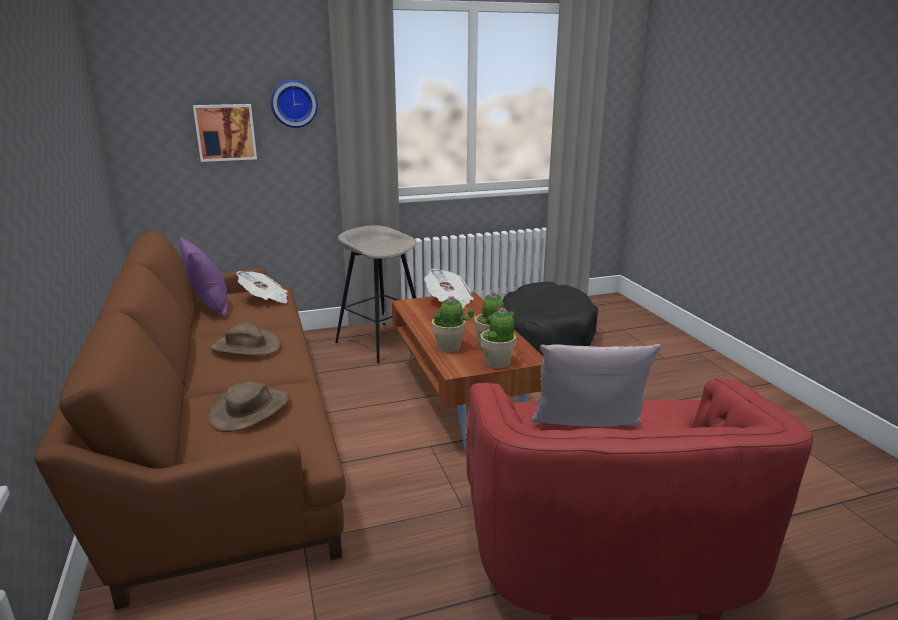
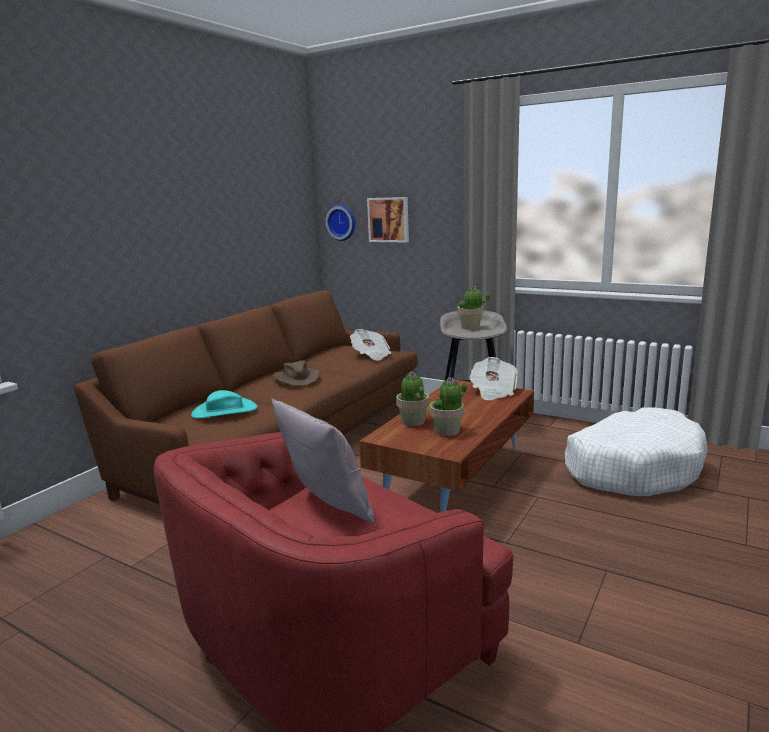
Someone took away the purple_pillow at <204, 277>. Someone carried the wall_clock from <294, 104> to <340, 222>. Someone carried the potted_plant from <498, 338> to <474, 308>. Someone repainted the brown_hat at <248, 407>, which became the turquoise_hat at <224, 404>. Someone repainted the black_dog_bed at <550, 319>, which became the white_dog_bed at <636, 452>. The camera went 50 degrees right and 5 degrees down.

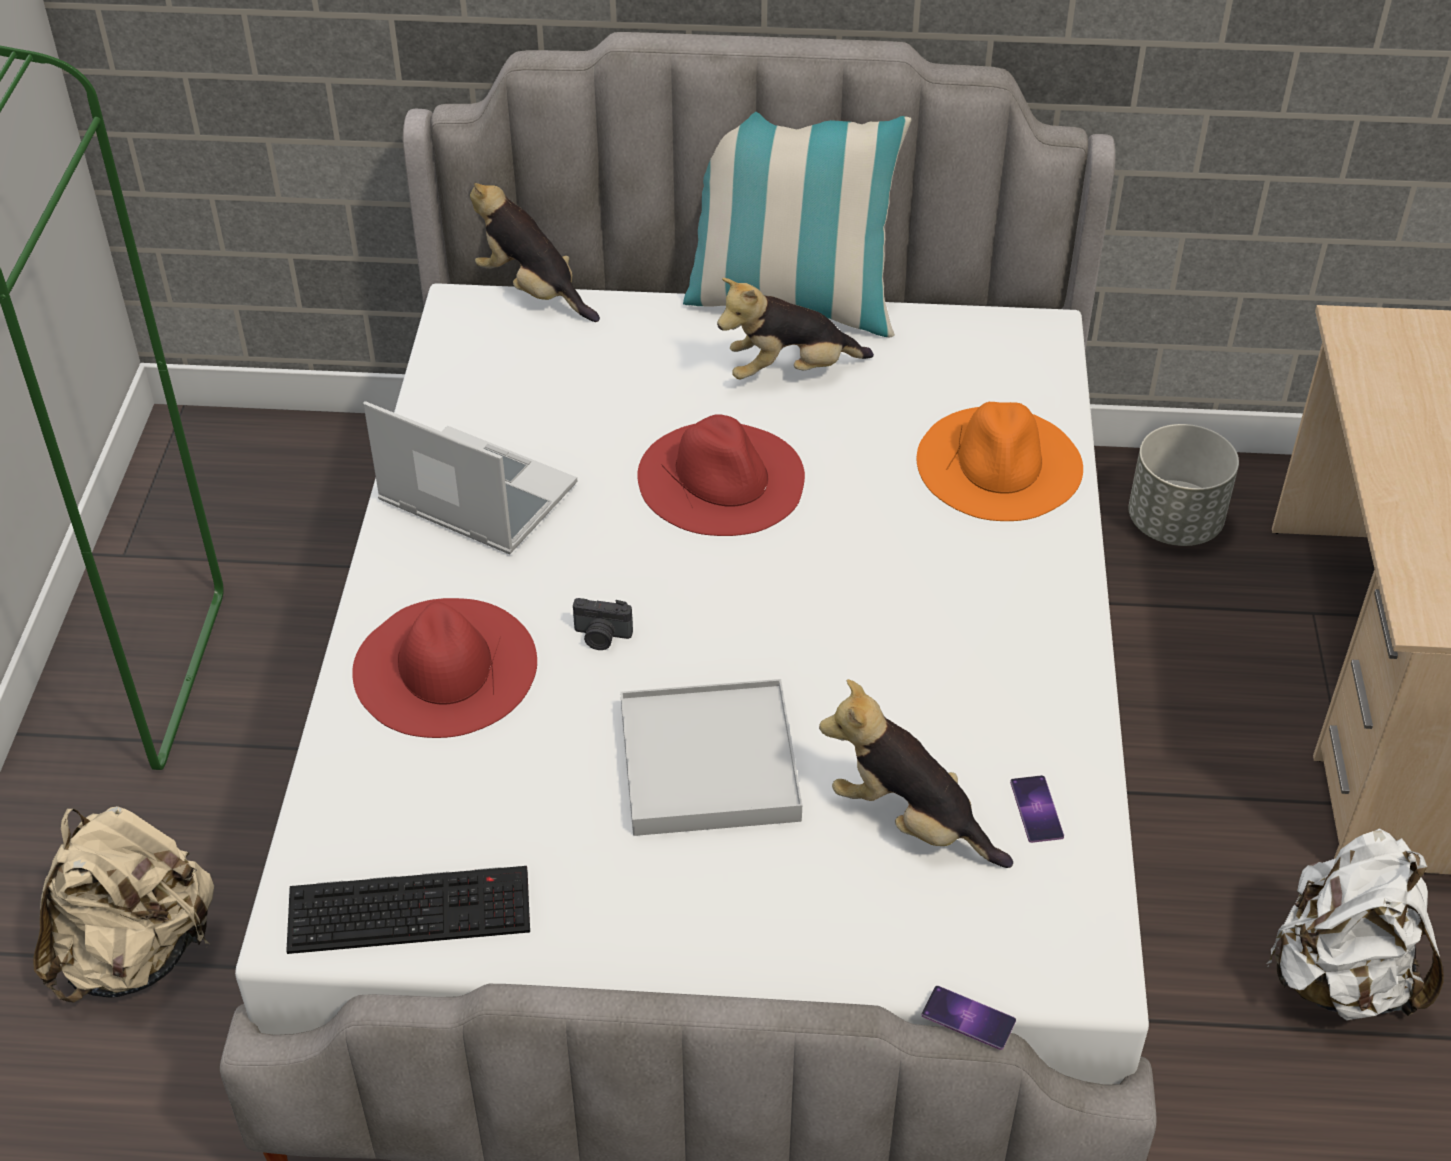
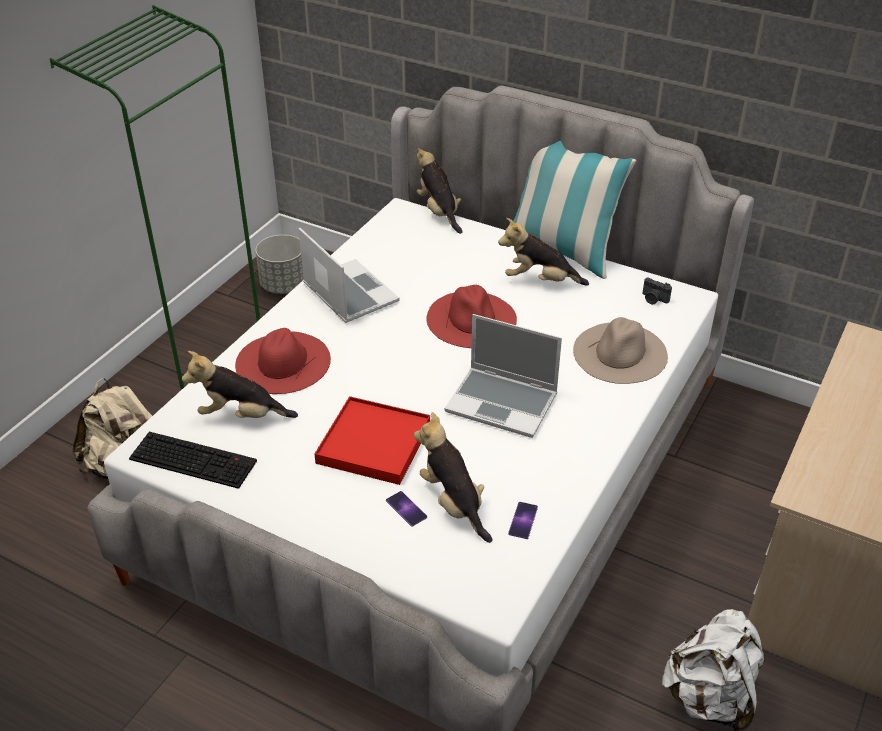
Someone put down the plush_toy at <240, 384>. Someone put down the laptop at <503, 376>. Someone carried the photo_camera from <603, 624> to <657, 291>. Someone carried the phone from <968, 1018> to <406, 509>. Someone carried the grey_planter from <1184, 485> to <280, 264>. Someone repainted the white_tray at <711, 757>, which became the red_tray at <372, 440>. Someone repainted the orange_hat at <1000, 461>, which became the beige_hat at <620, 350>. The camera went 25 degrees right and 5 degrees down.

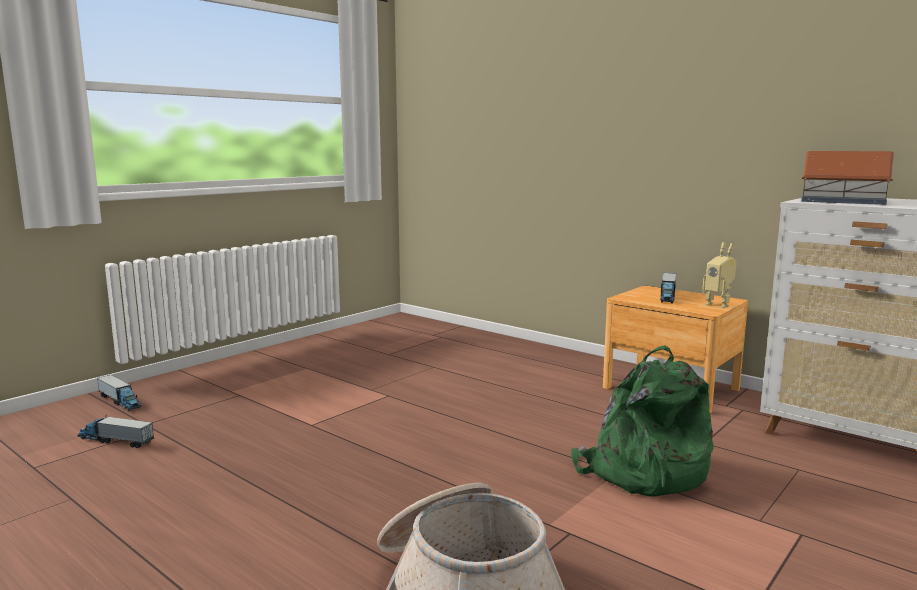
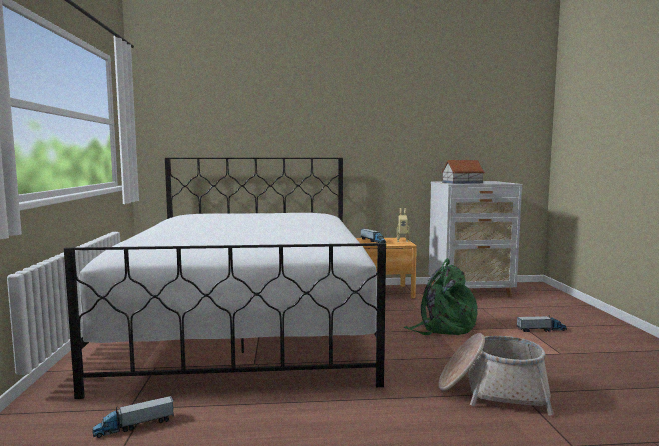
Someone put down the white_bed at <225, 278>. Someone carried the toy_truck from <119, 393> to <542, 323>. The camera went 45 degrees left and 5 degrees down.

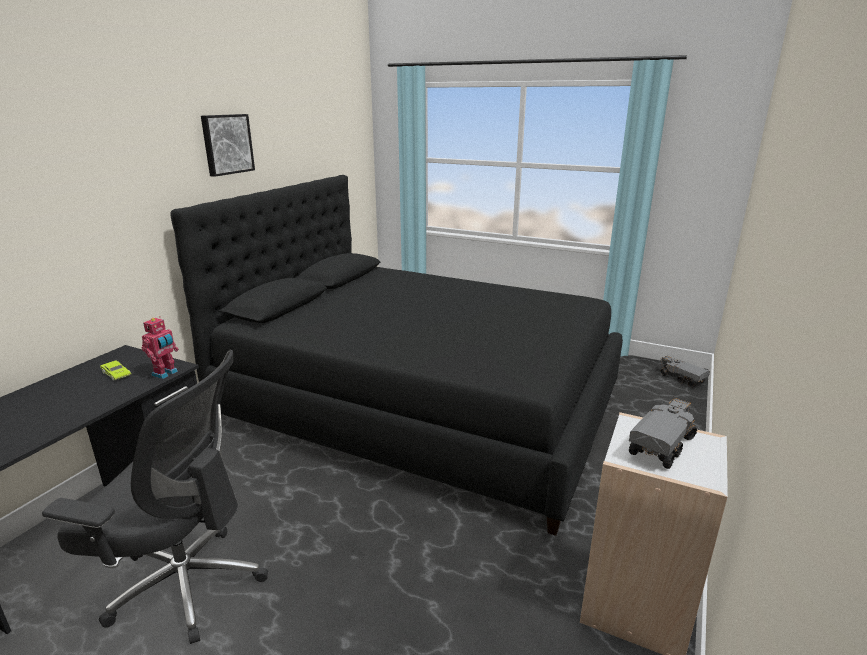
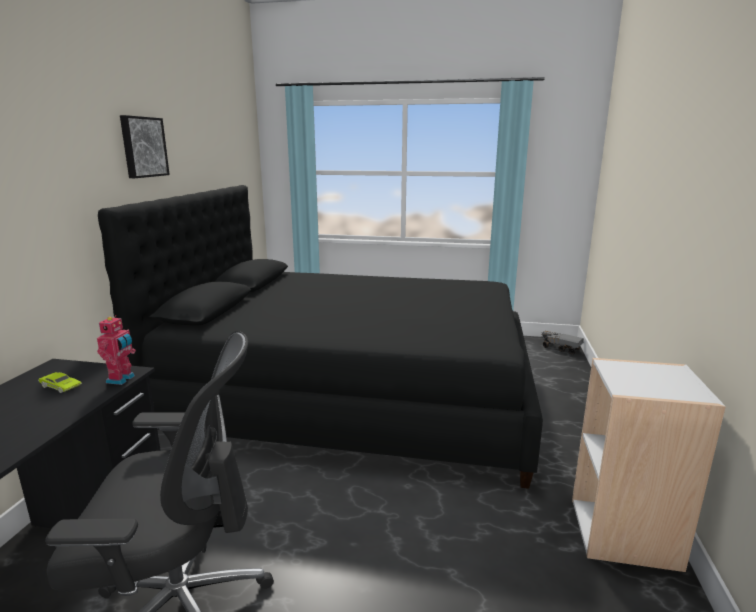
Someone took away the toy_truck at <663, 432>. The camera went 15 degrees left and 5 degrees down.

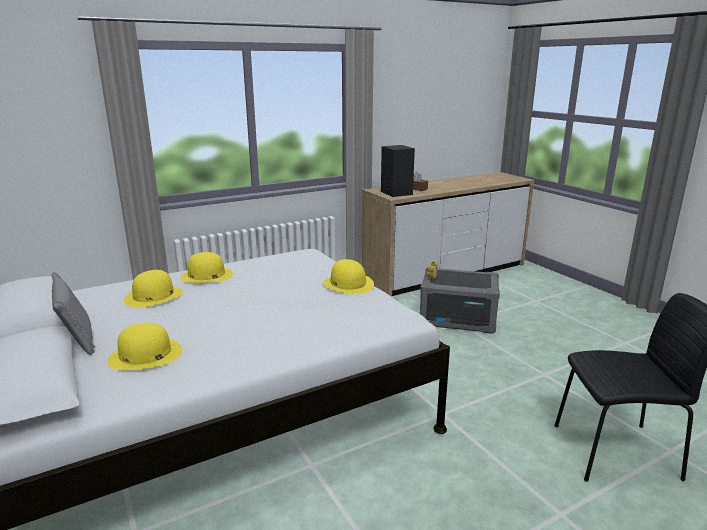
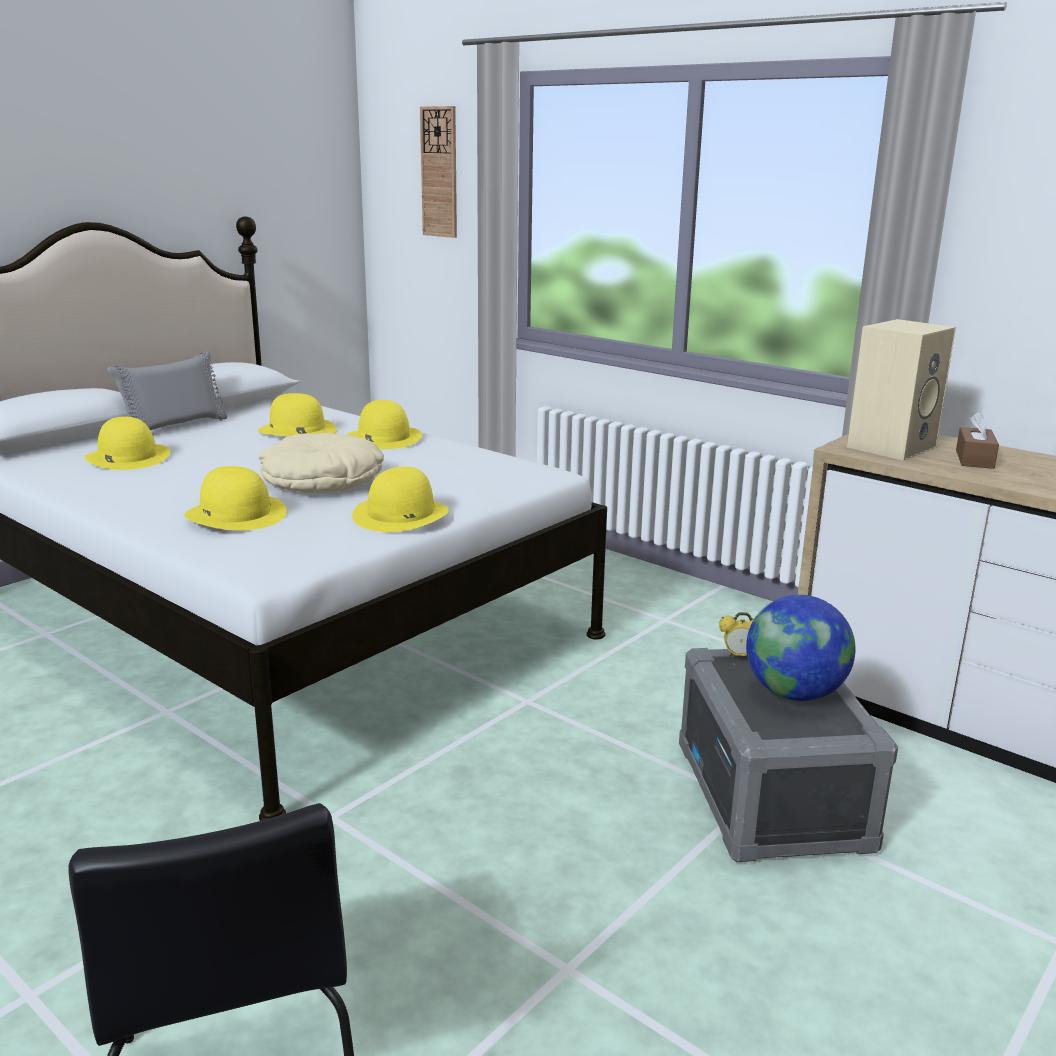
Someone put down the yellow_hat at <235, 498>. Someone put down the beige_pillow at <321, 463>. Someone put up the wall_clock at <438, 172>. Someone put down the globe at <800, 648>. Someone repainted the black_speaker at <398, 171>, which became the beige_speaker at <901, 390>. The camera went 70 degrees right and 0 degrees up.

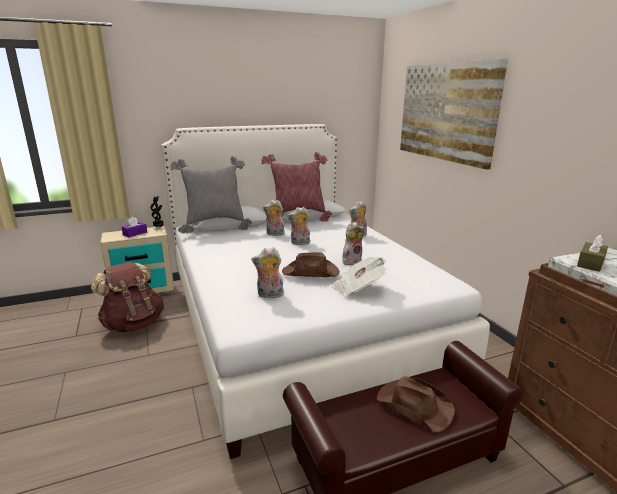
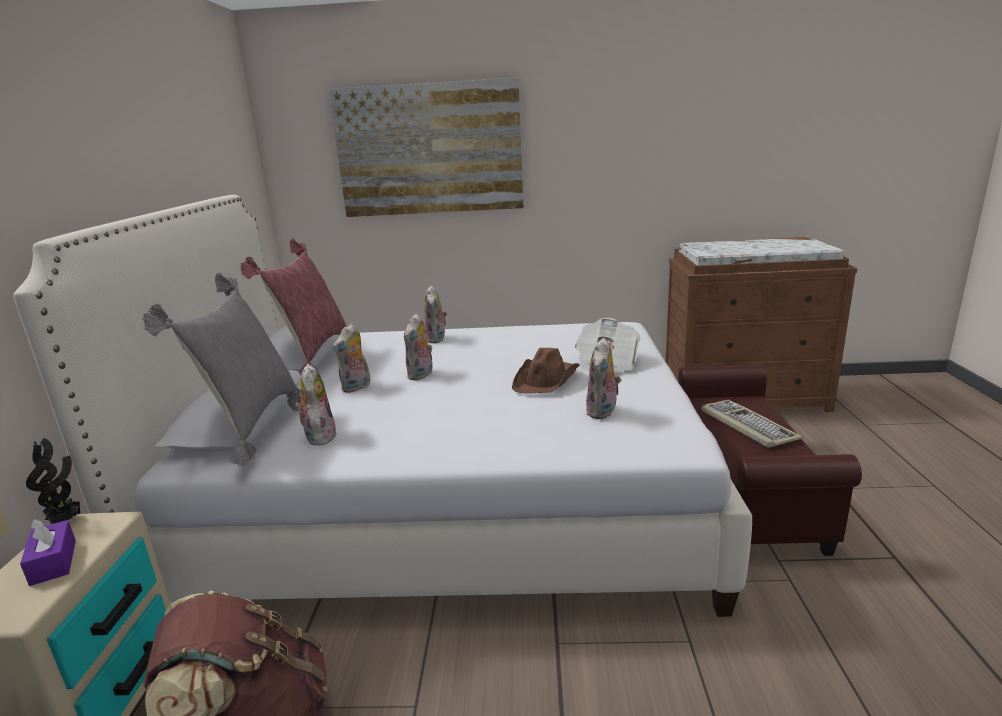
Someone took away the brown_tissue_box at <592, 253>. Someone carried the plush_toy from <353, 243> to <316, 404>. Someone swapped the brown_hat at <416, 404> for the keyboard at <752, 424>. The camera went 65 degrees left and 0 degrees up.

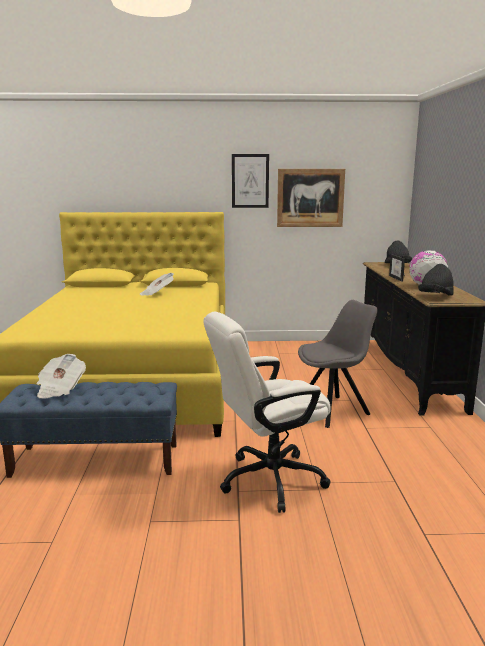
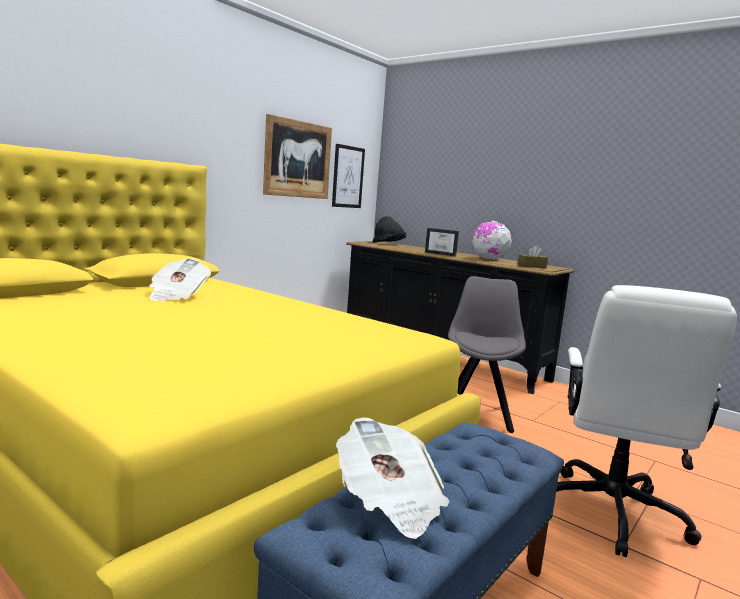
Someone carried the picture from <250, 181> to <348, 176>. Someone swapped the black_hat at <436, 280> for the brown_tissue_box at <532, 256>. The camera went 50 degrees left and 5 degrees down.

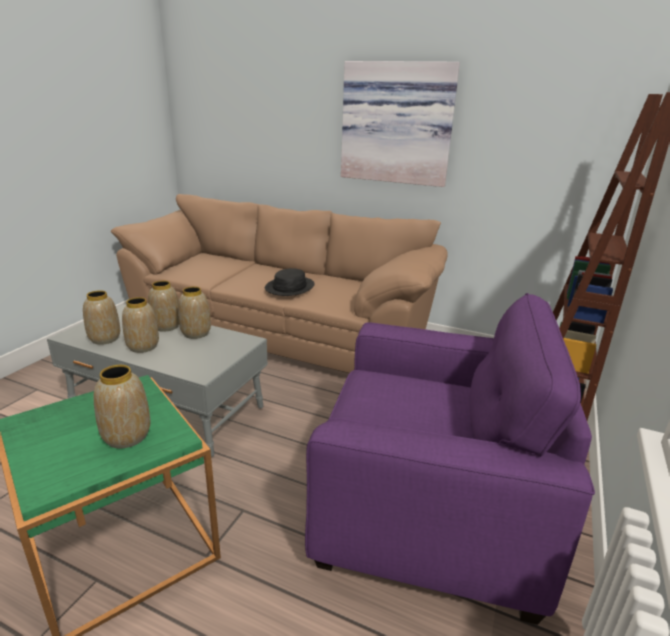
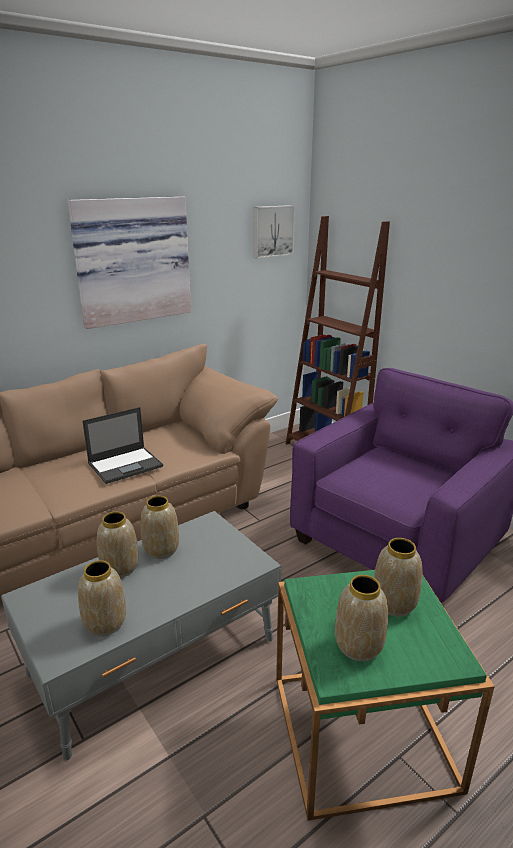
Someone put up the picture at <274, 231>. Someone carried the vase from <140, 325> to <361, 618>. Someone swapped the black_hat at <290, 282> for the laptop at <122, 445>. The camera went 60 degrees left and 0 degrees up.

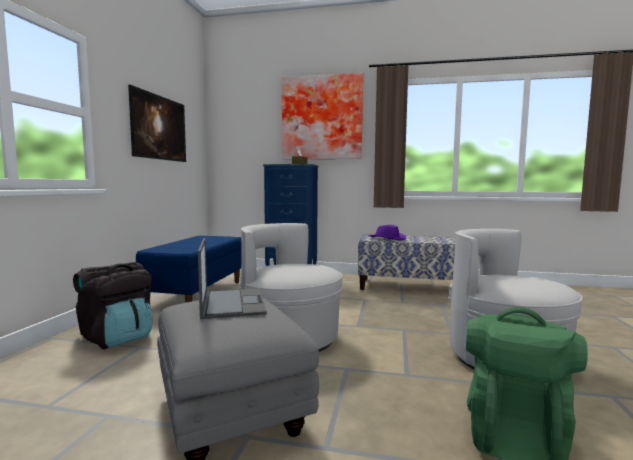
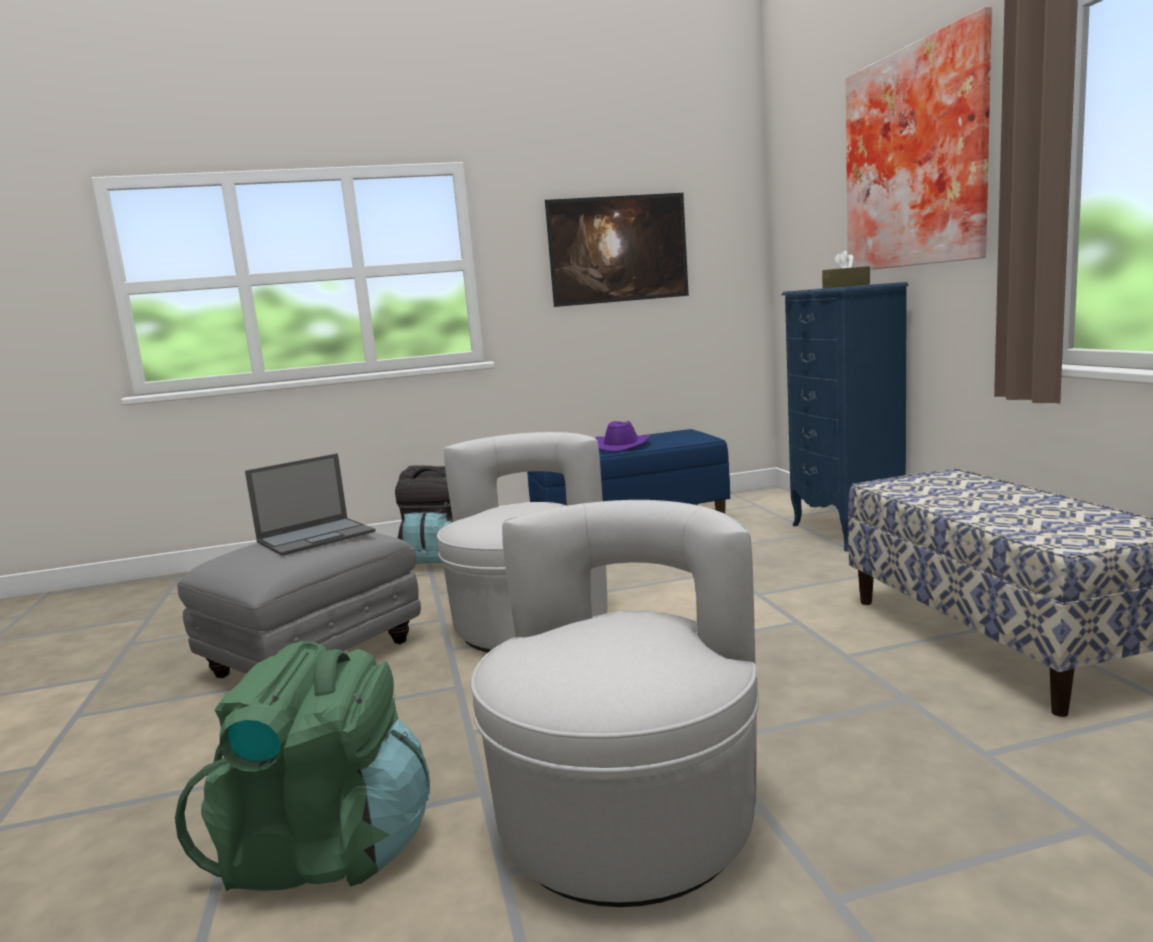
Someone carried the purple_hat from <387, 232> to <623, 436>. The camera went 65 degrees right and 5 degrees up.

